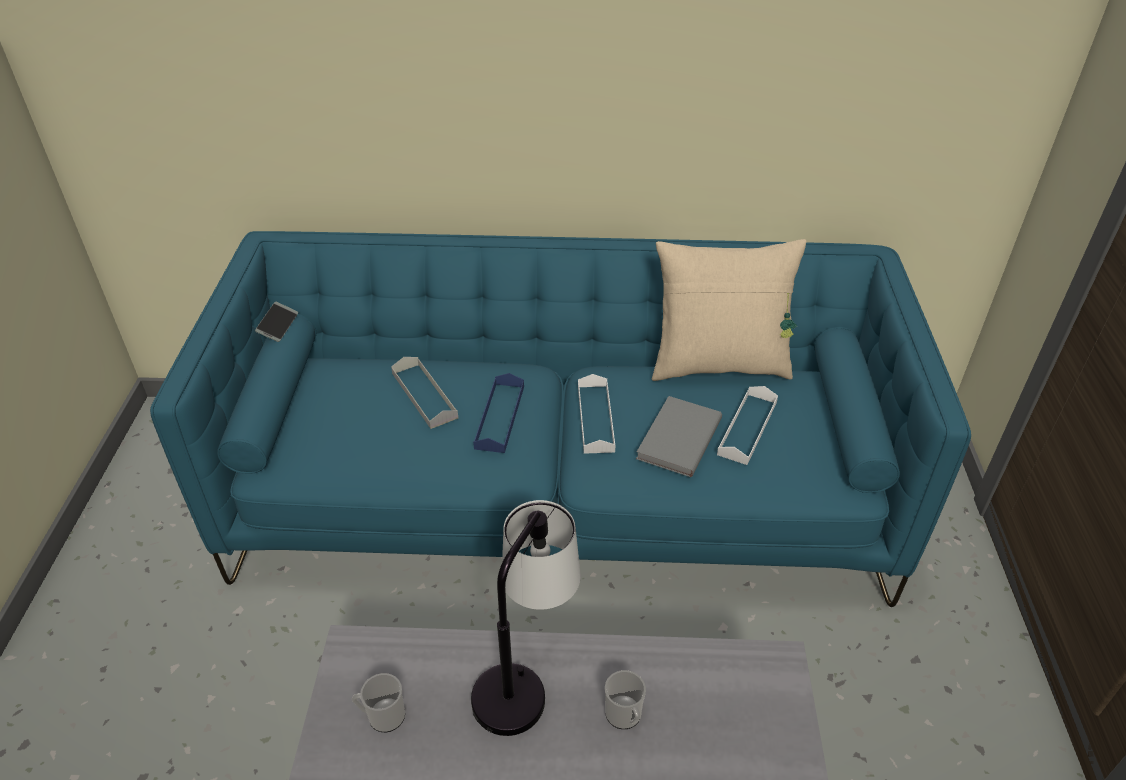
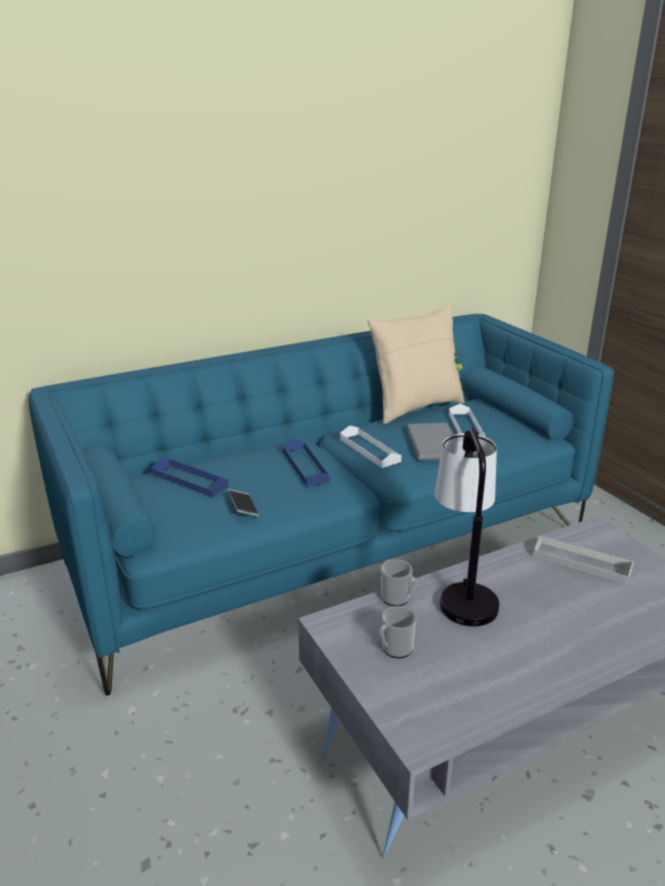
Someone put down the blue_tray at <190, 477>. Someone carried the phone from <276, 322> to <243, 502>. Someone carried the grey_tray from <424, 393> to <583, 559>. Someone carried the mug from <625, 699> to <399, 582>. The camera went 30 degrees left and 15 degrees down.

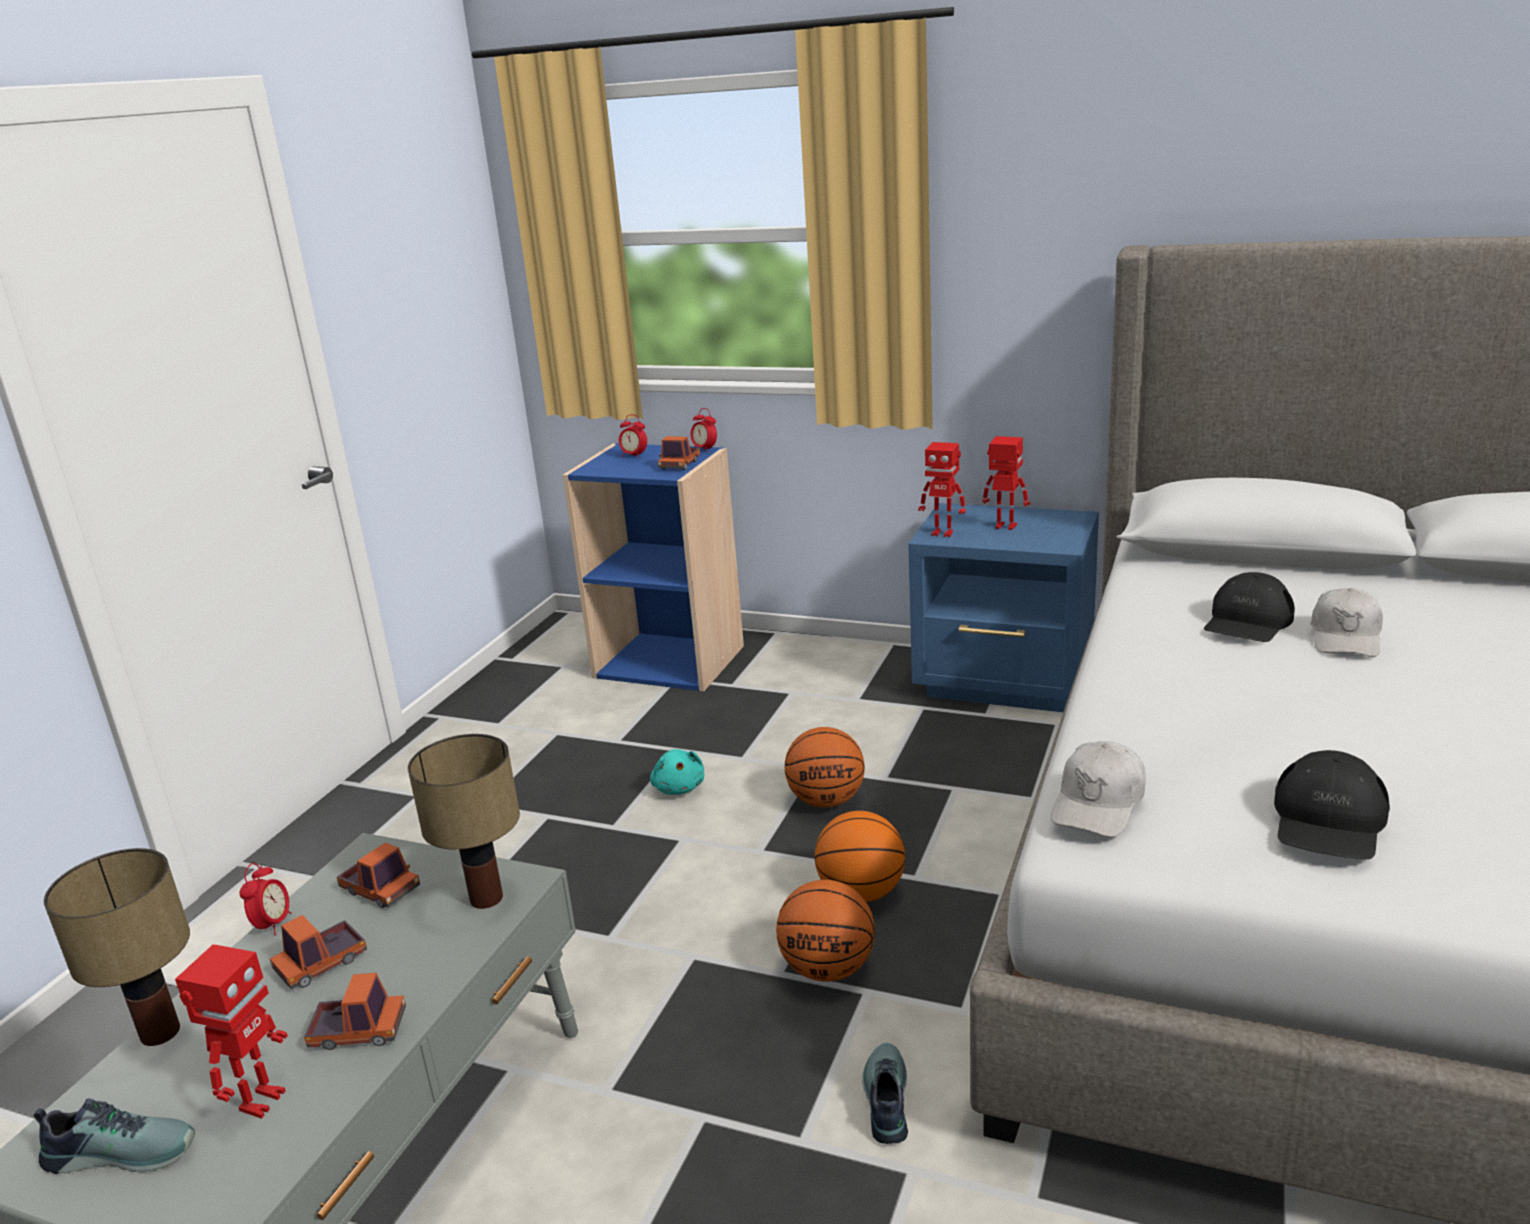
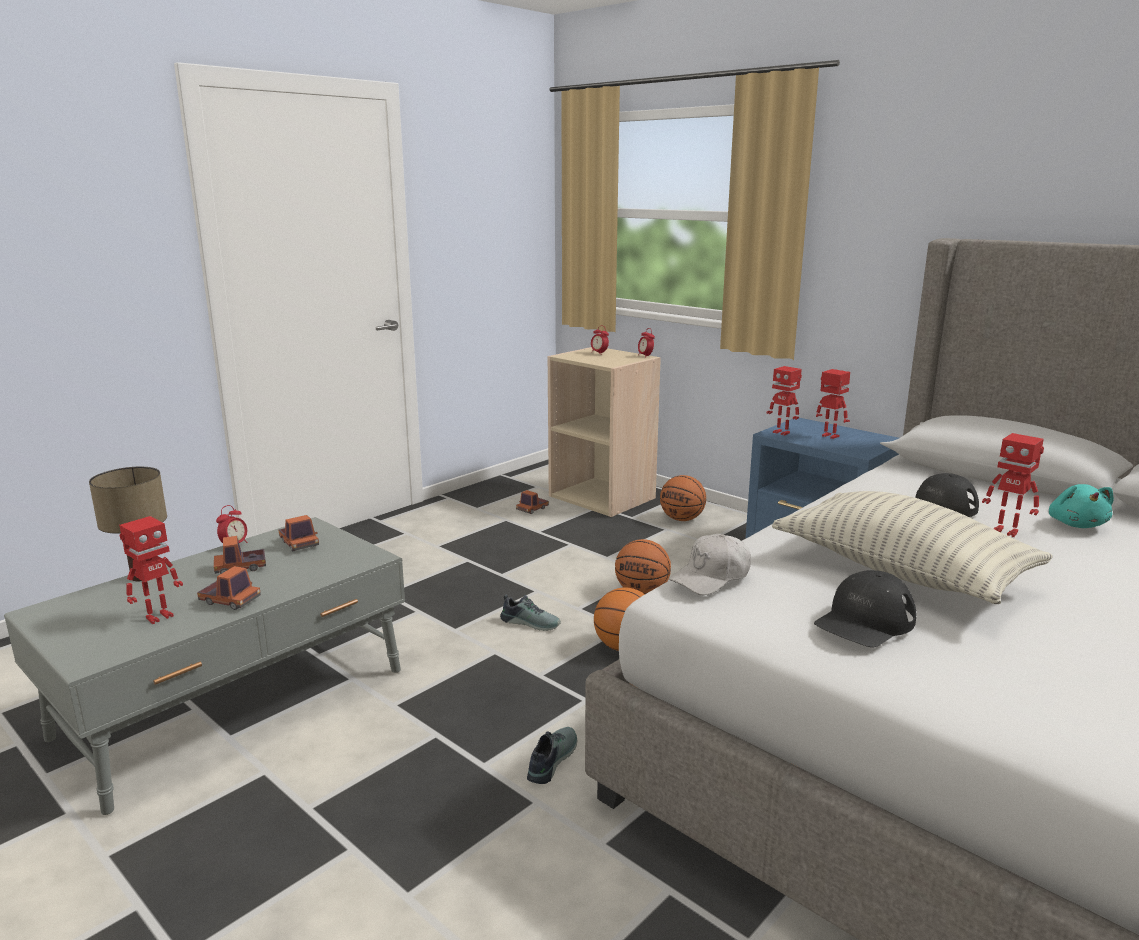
Someone took away the table_lamp at <464, 821>. Someone put down the pillow at <912, 547>. Someone carried the shoe from <114, 1136> to <530, 613>. Someone carried the turquoise_plush_toy from <677, 772> to <1081, 506>. Someone carried the toy_truck from <679, 453> to <532, 502>. Someone carried the basketball from <825, 931> to <683, 498>. Someone swapped the white_cap at <1346, 622> for the toy_robot at <1013, 485>. Someone repainted the blue_bookcase at <653, 567>, which became the beige_bookcase at <604, 432>. The camera went 20 degrees right and 5 degrees down.

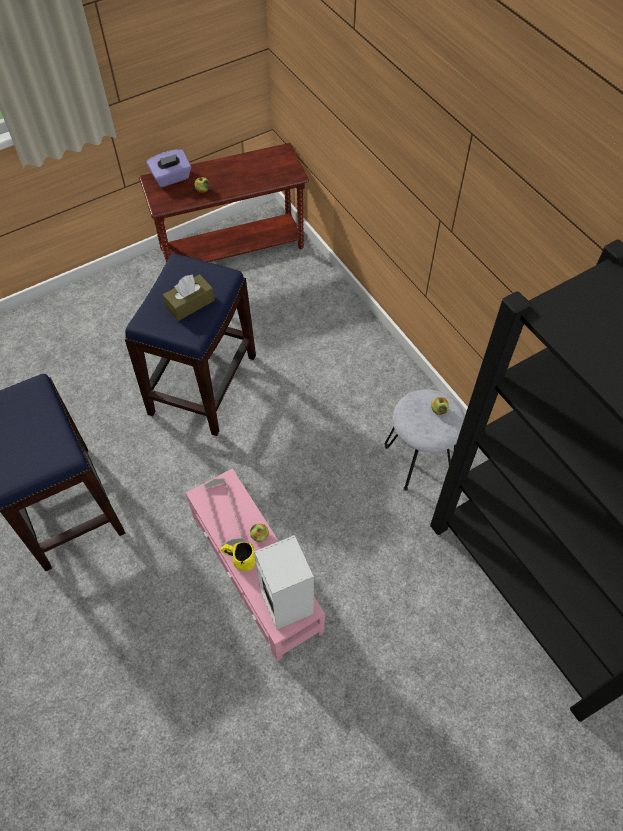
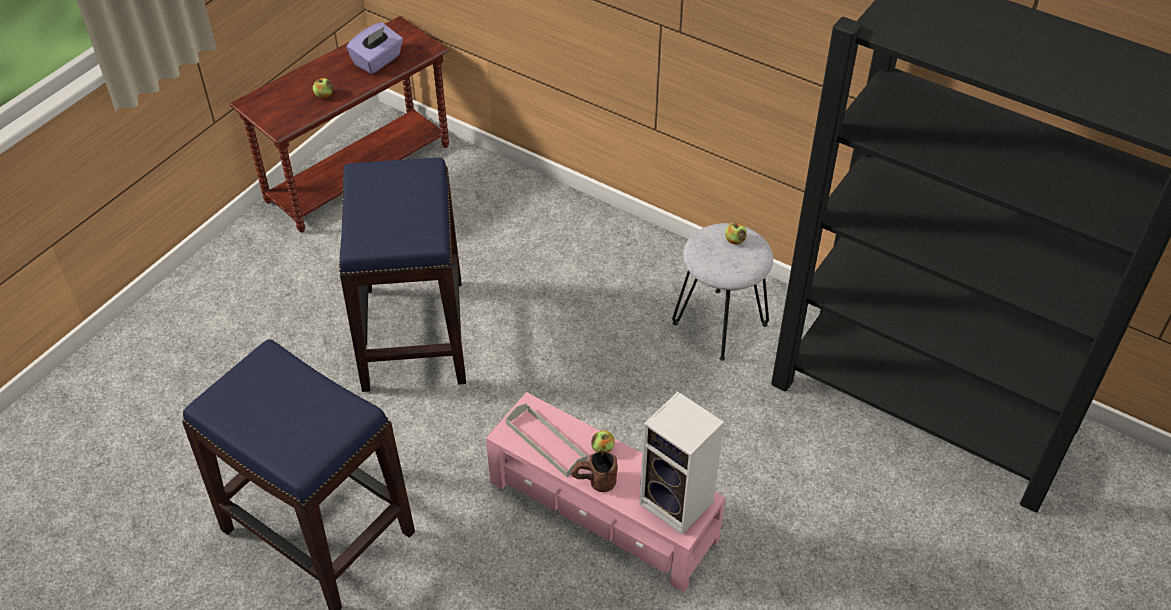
Someone took away the brown_tissue_box at <189, 297>. Someone carried the purple_tissue_box from <168, 168> to <374, 48>. Someone repainted the yellow_mug at <238, 557>, which became the brown_mug at <594, 471>. The camera went 25 degrees left and 10 degrees down.

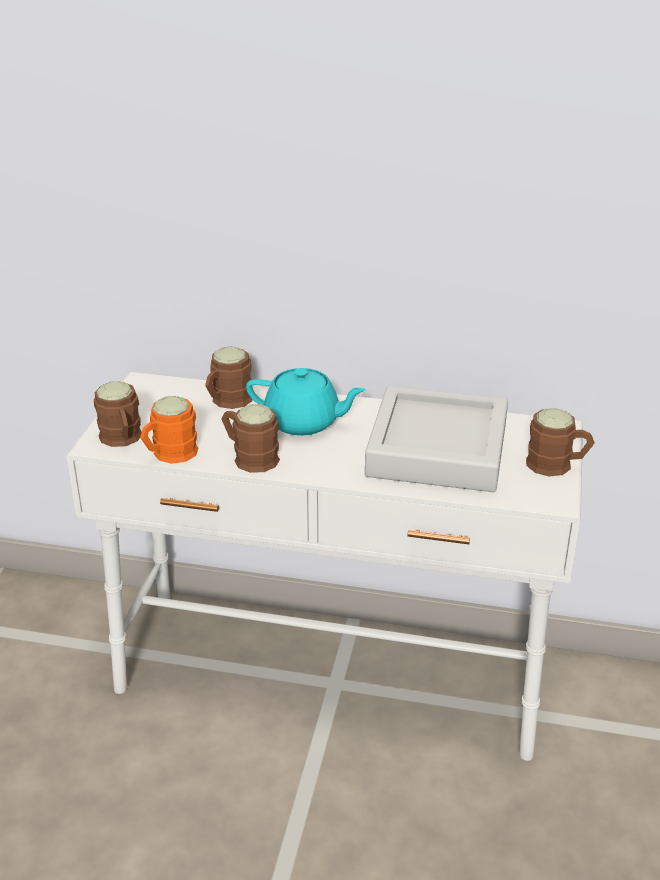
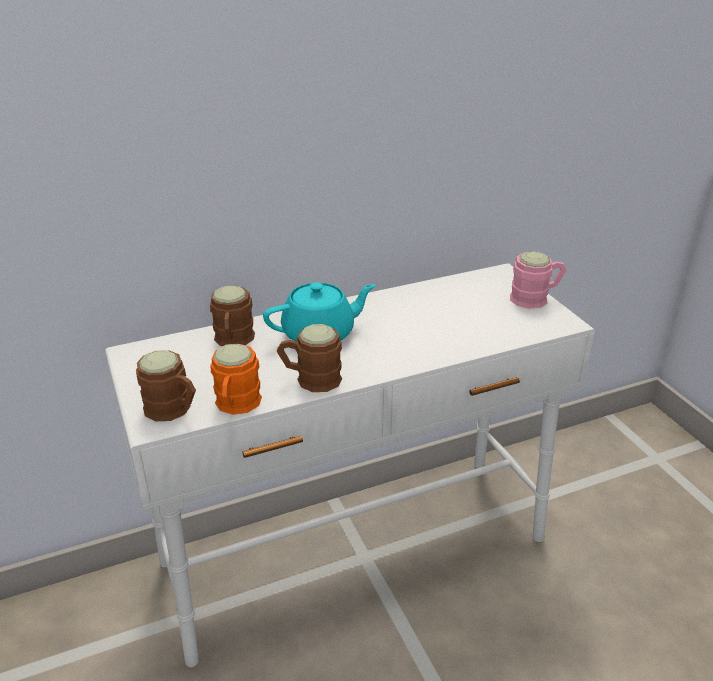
Someone took away the grey_tray at <436, 439>. Someone repainted the brown_mug at <560, 442>, which became the pink_mug at <538, 280>. The camera went 35 degrees left and 0 degrees up.

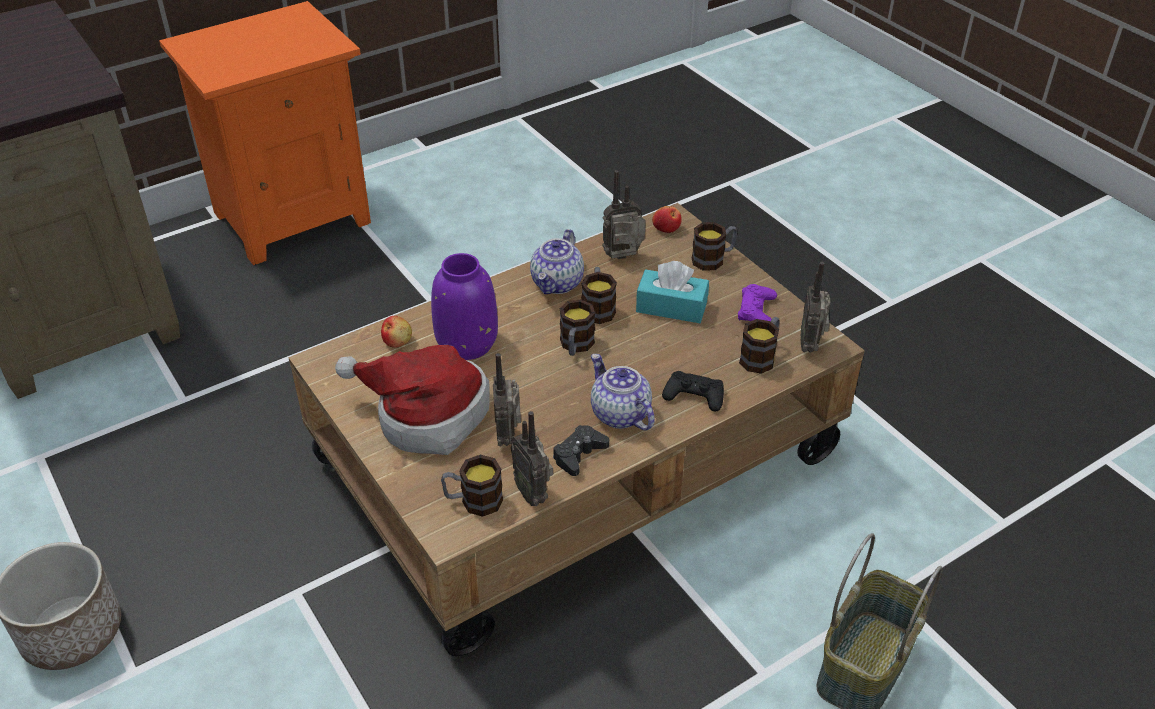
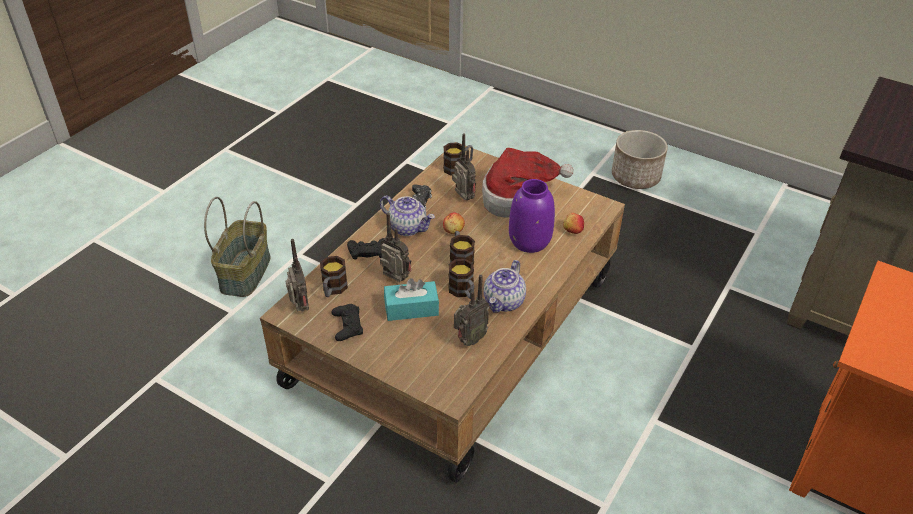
Someone took away the mug at <714, 246>. Someone carried the radio from <532, 458> to <395, 247>. Someone carried the apple from <667, 219> to <454, 223>. Someone repainted the purple_game_controller at <757, 302>, which became the black_game_controller at <347, 322>. Someone rotated the teapot at <557, 261> by 150 degrees counterclockwise. The camera went 155 degrees right and 0 degrees up.

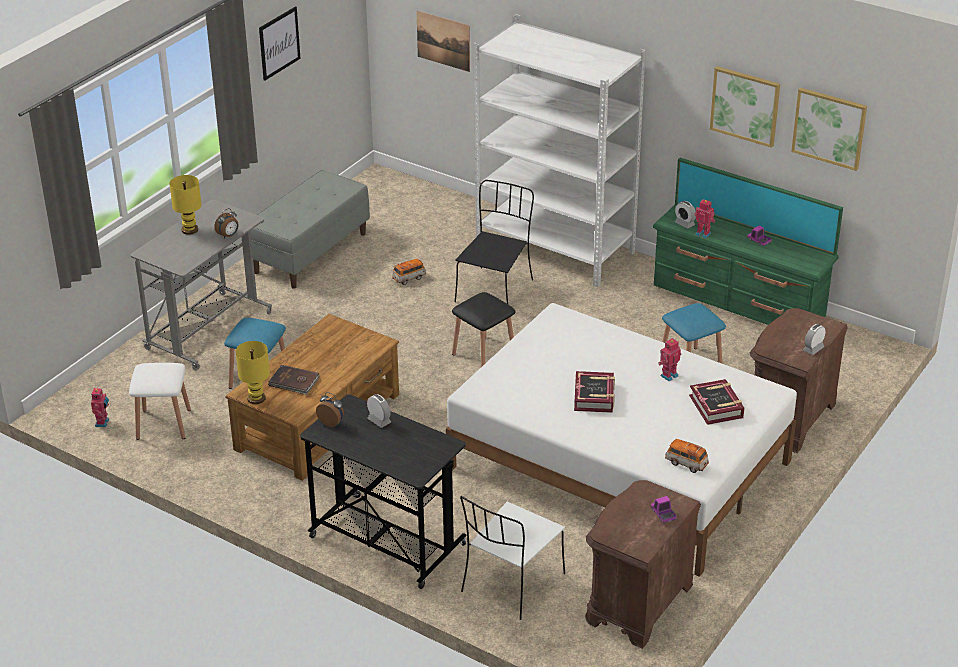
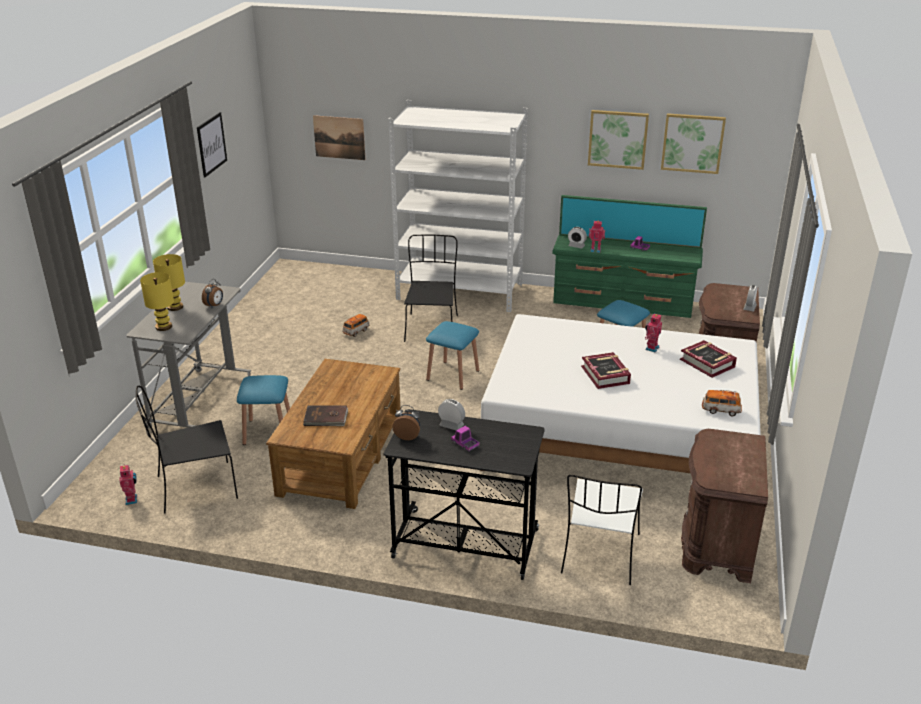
Someone took away the grey_bench at <310, 229>. Someone carried the yellow_table_lamp from <253, 372> to <157, 301>. Someone carried the toy_truck from <664, 509> to <465, 438>. Someone swapped the white_stool at <160, 401> for the black_chair at <187, 450>. Someone repainted the black_stool at <483, 329>, which became the blue_stool at <452, 355>. The camera went 20 degrees left and 5 degrees down.

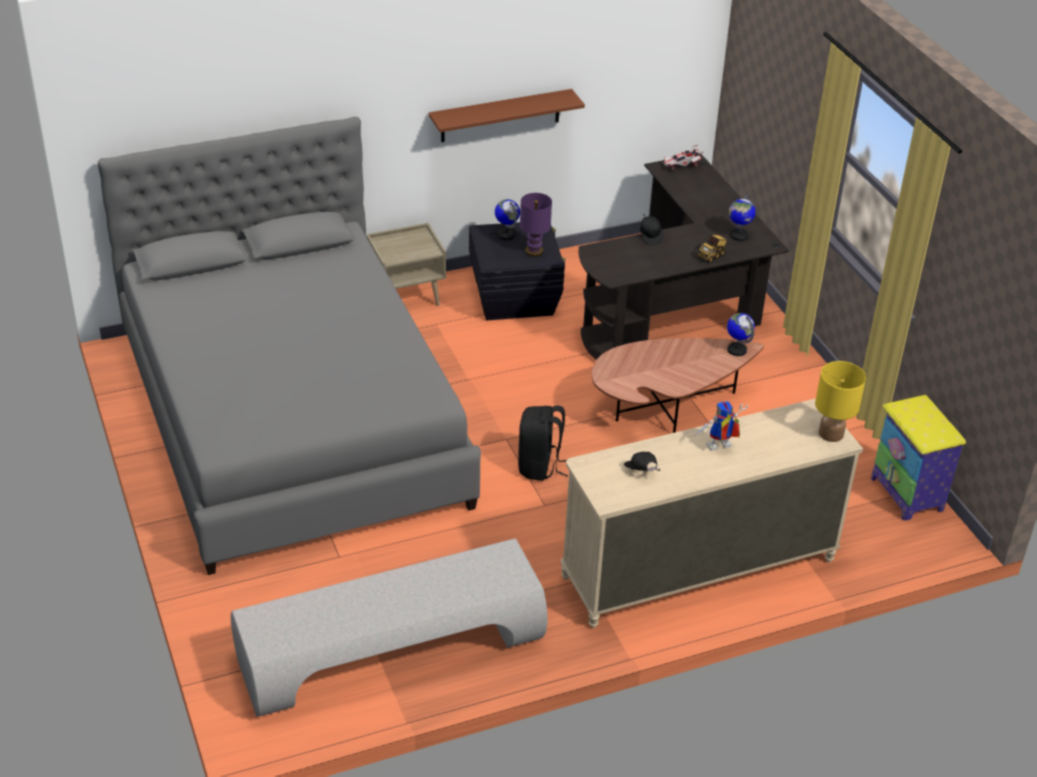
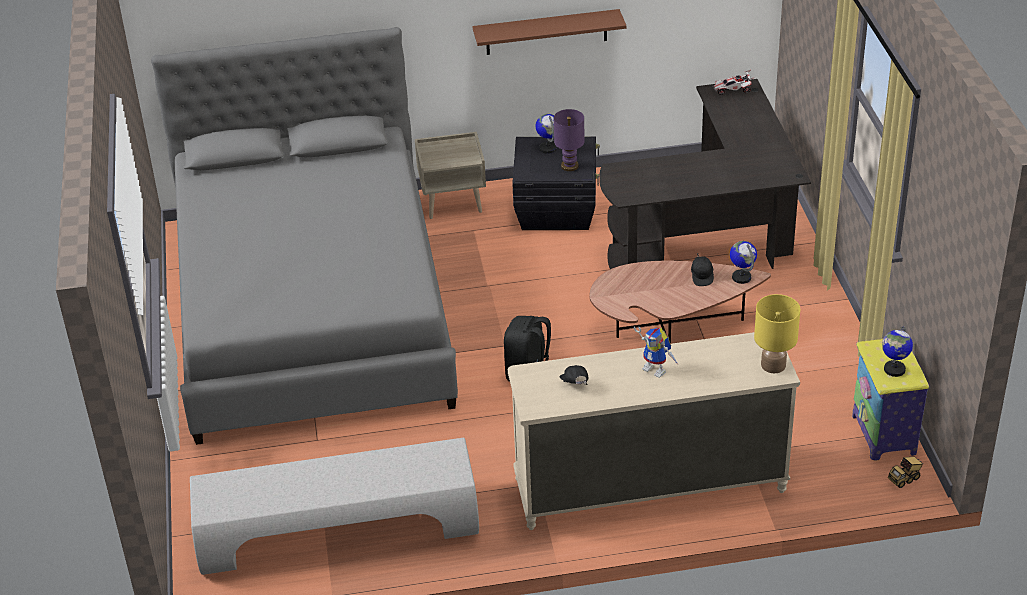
Someone carried the black_cap from <651, 229> to <702, 269>. Someone carried the toy_truck from <712, 249> to <906, 472>. Someone carried the globe from <742, 218> to <897, 351>. Someone rotated the toy_robot at <722, 426> by 135 degrees counterclockwise. The camera went 15 degrees right and 0 degrees up.

